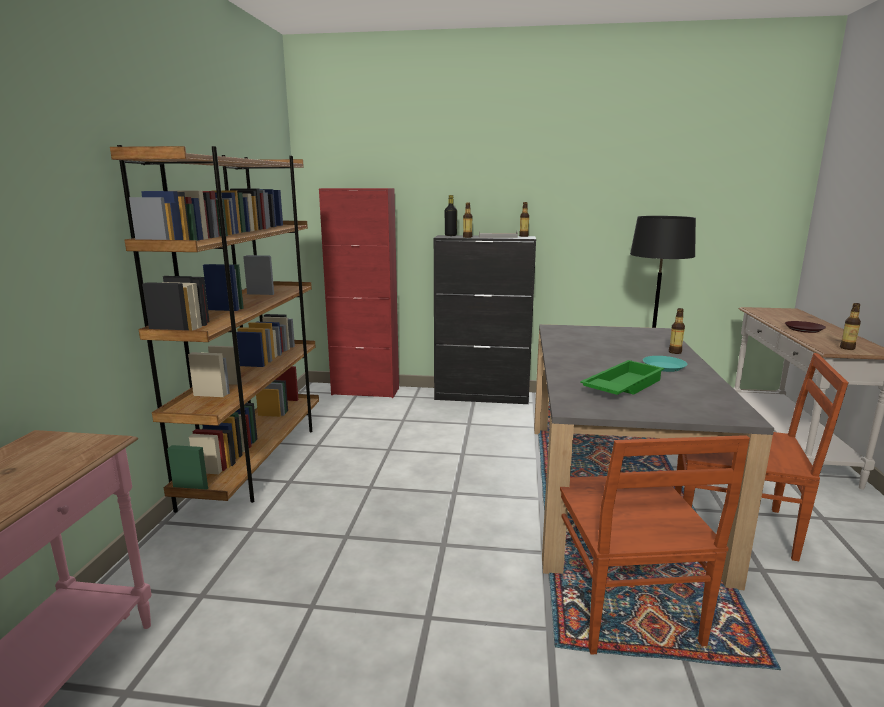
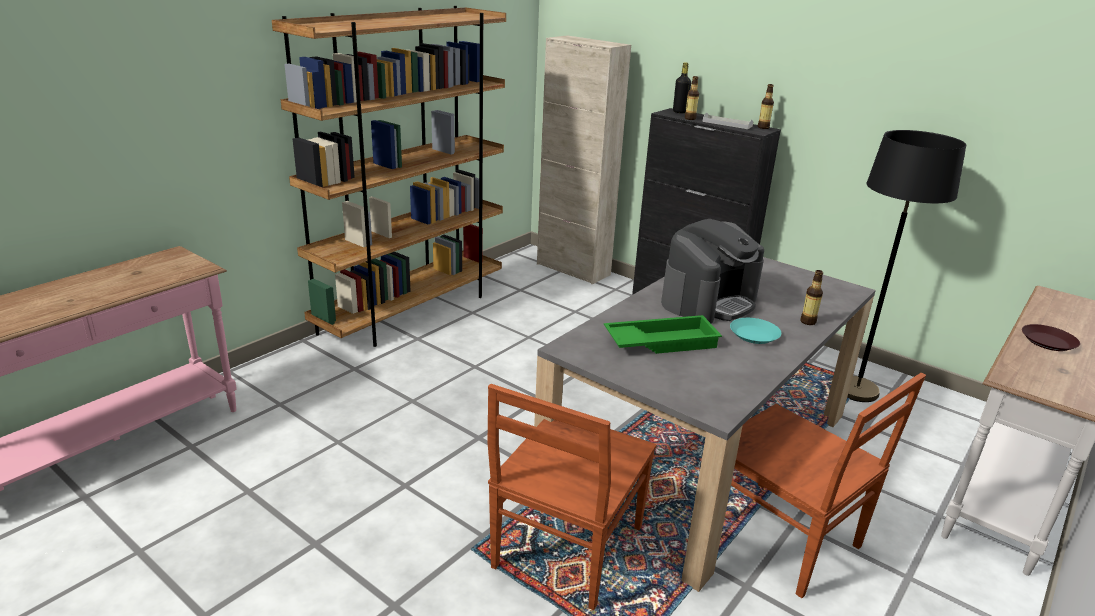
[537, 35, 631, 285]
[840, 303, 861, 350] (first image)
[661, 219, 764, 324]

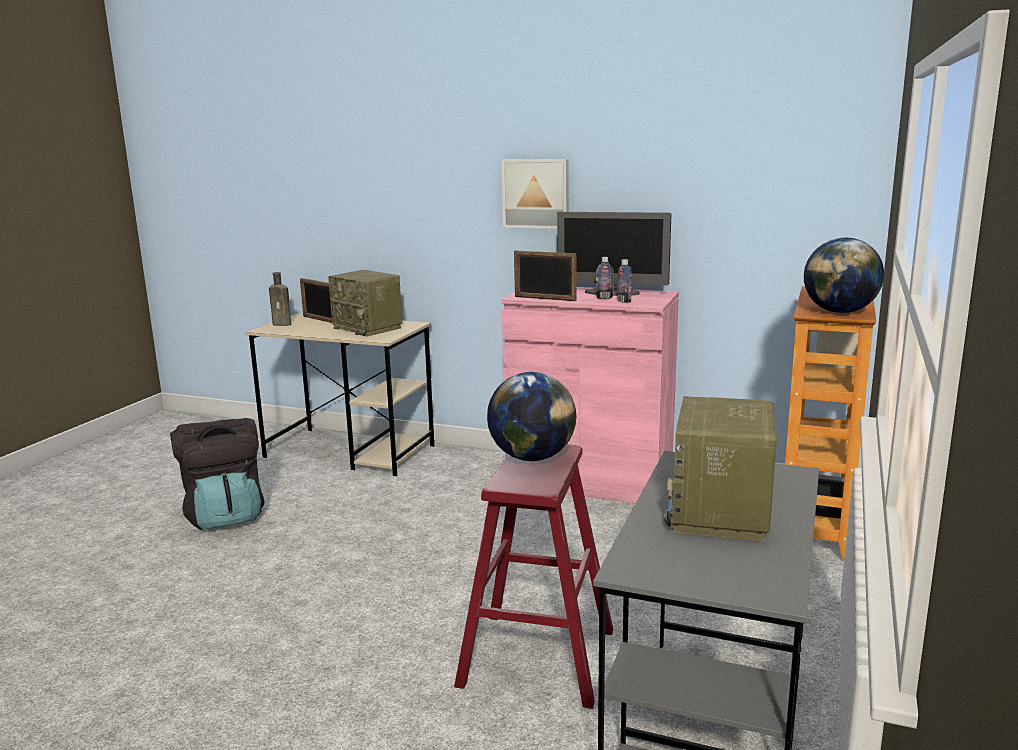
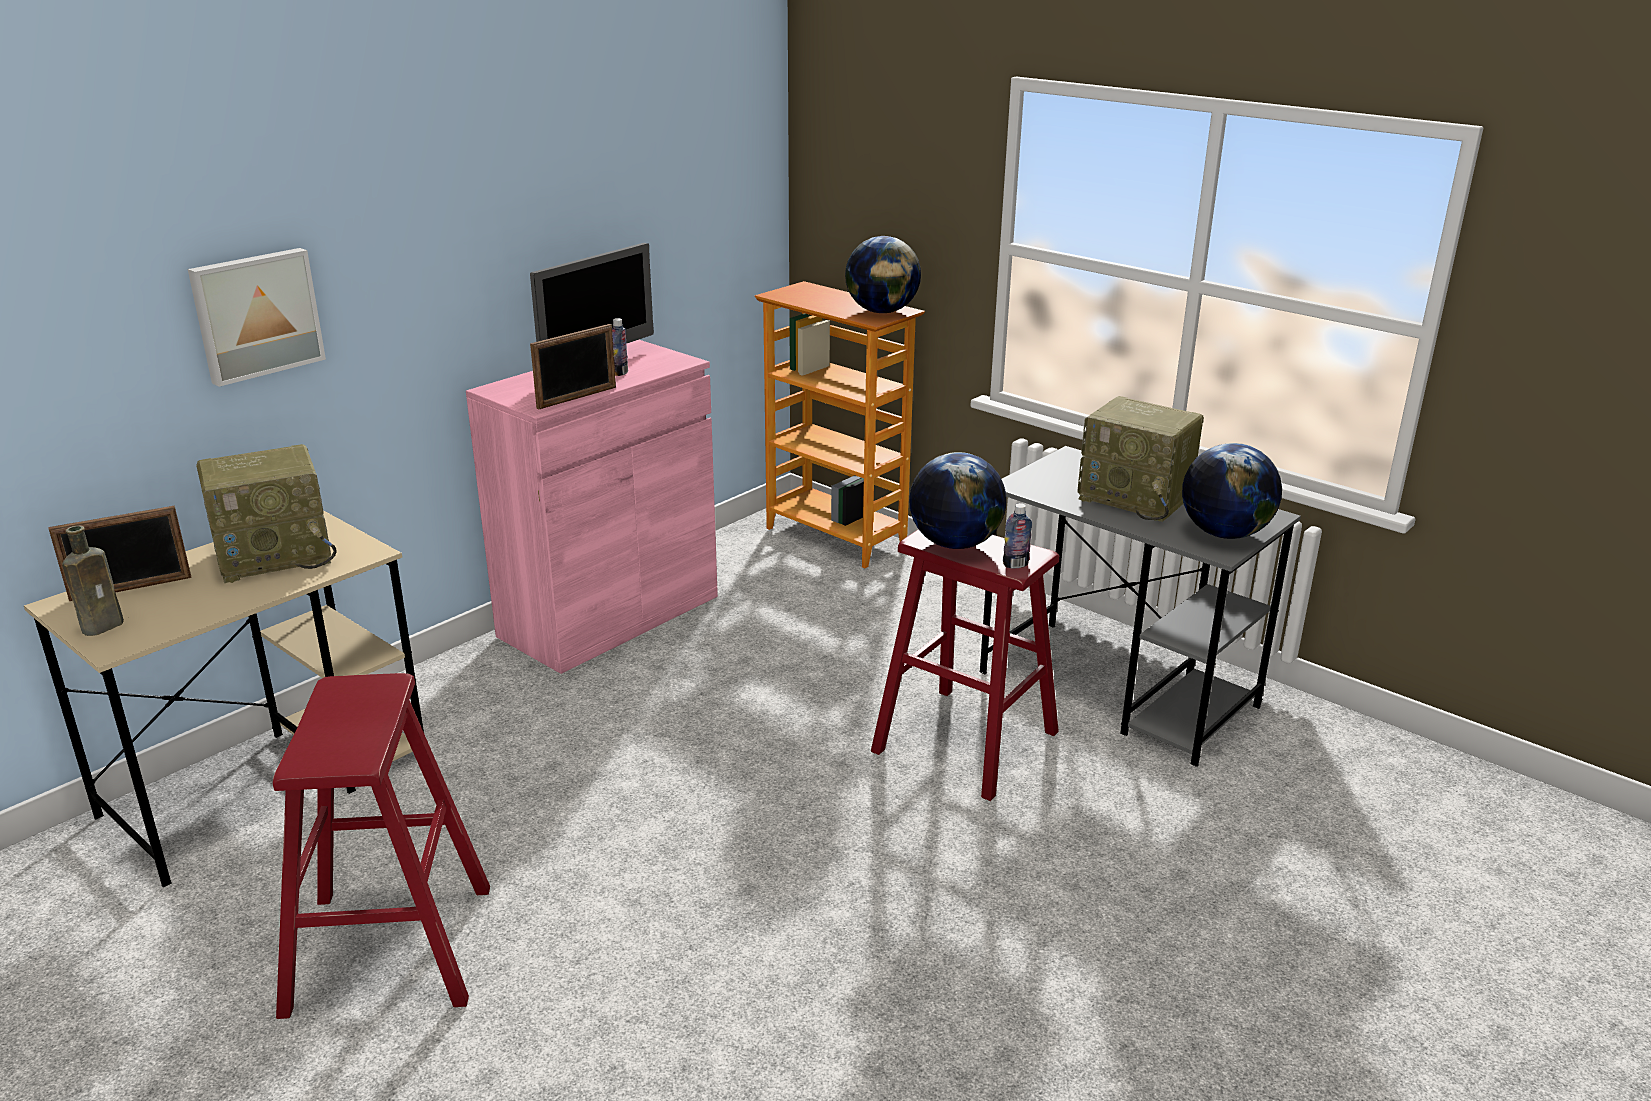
[273, 673, 490, 1019]
[188, 248, 326, 387]
[1003, 503, 1032, 568]
[1182, 443, 1282, 539]

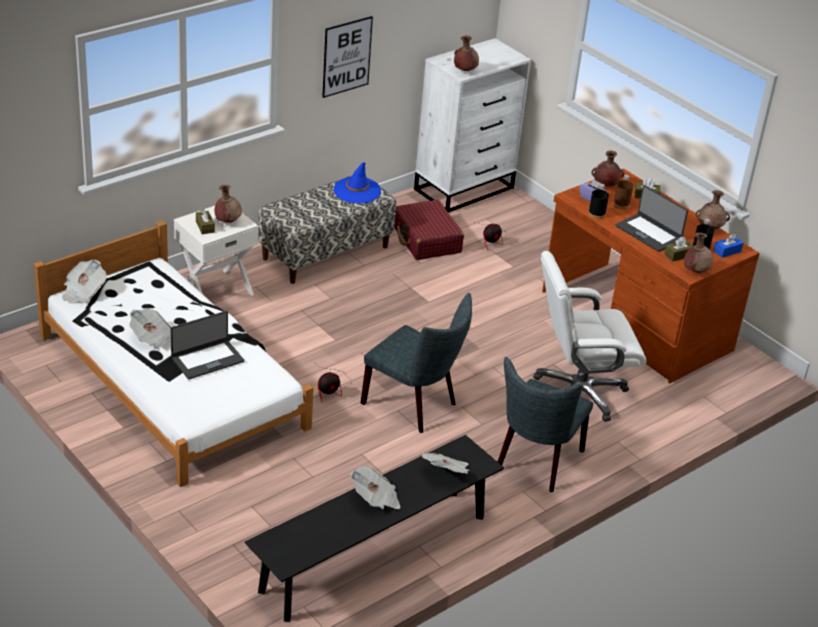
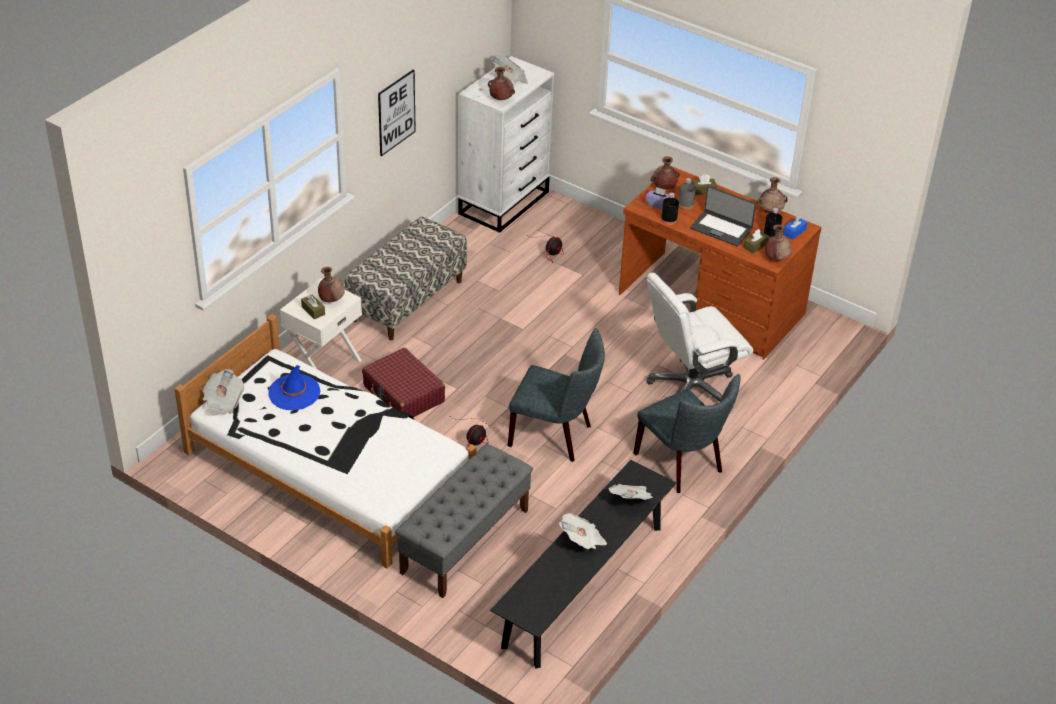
[491, 56, 528, 84]
[171, 311, 244, 379] (first image)
[268, 365, 320, 410]
[362, 348, 445, 417]
[633, 374, 741, 493]
[679, 178, 696, 210]
[395, 444, 533, 598]

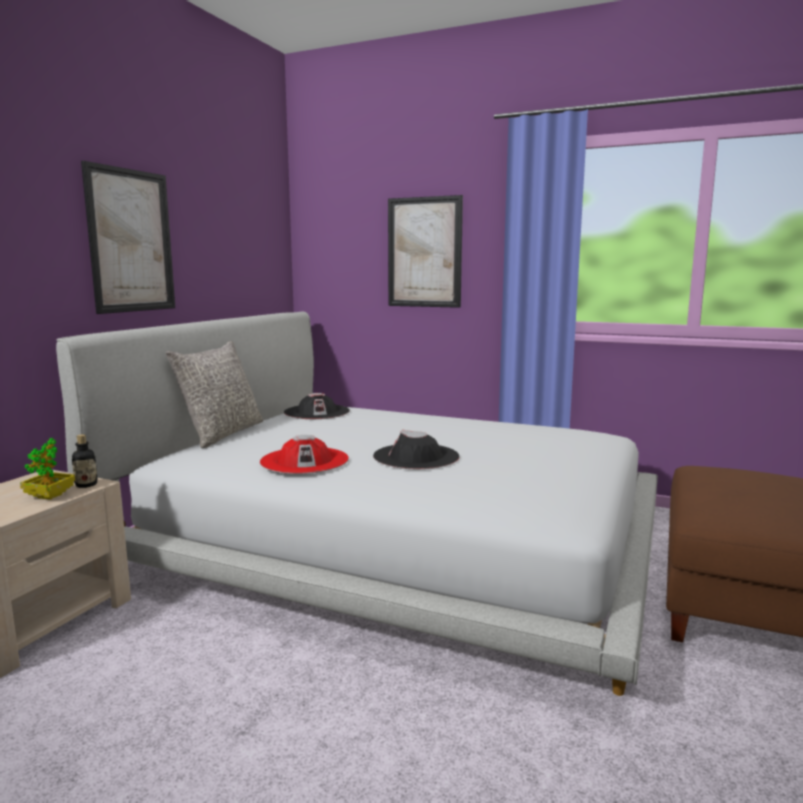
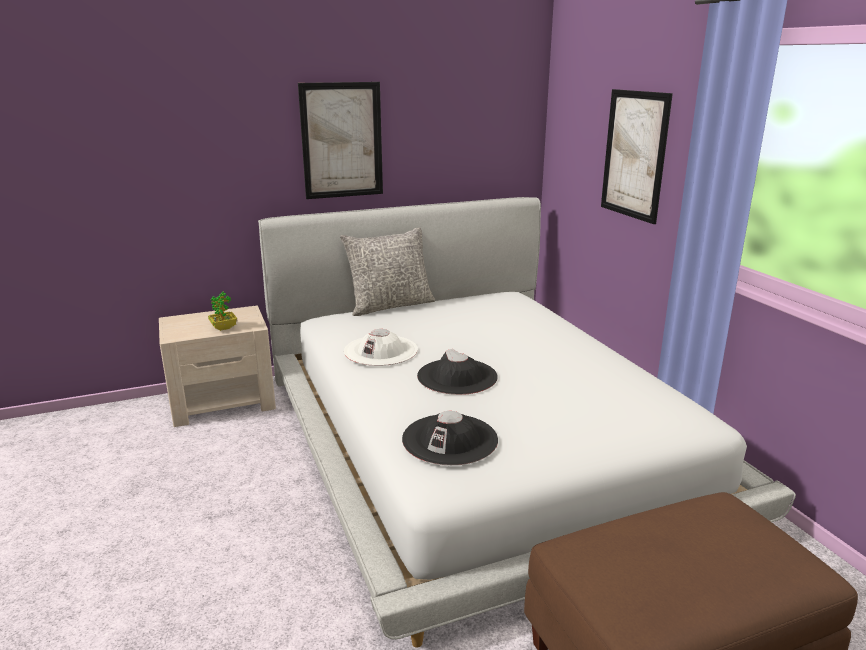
[72, 435, 98, 488] (first image)
[344, 329, 418, 366]
[402, 411, 498, 466]

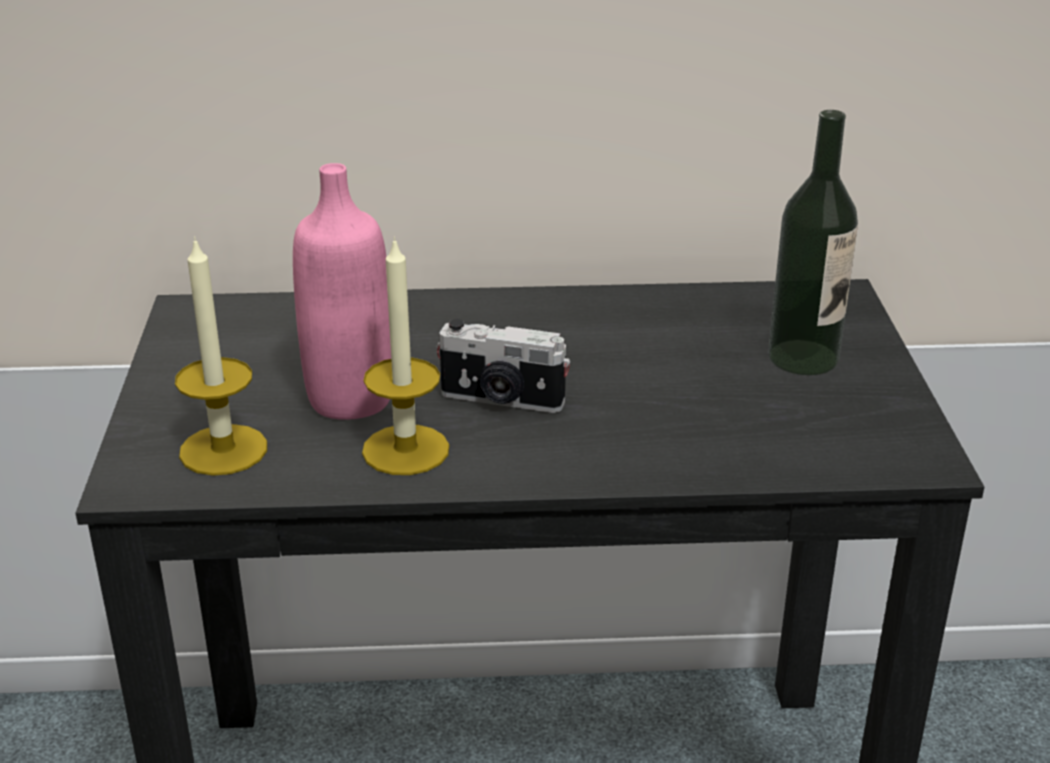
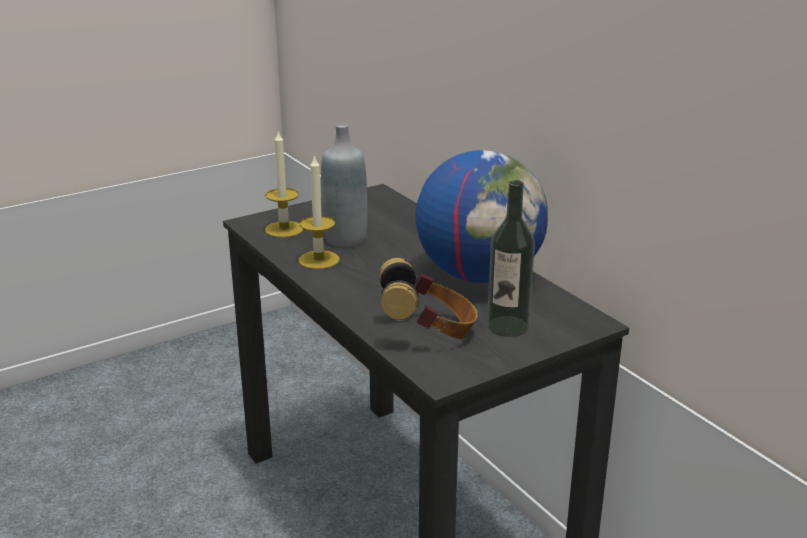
[321, 124, 367, 247]
[436, 319, 570, 413] (first image)
[380, 258, 478, 339]
[415, 150, 548, 283]

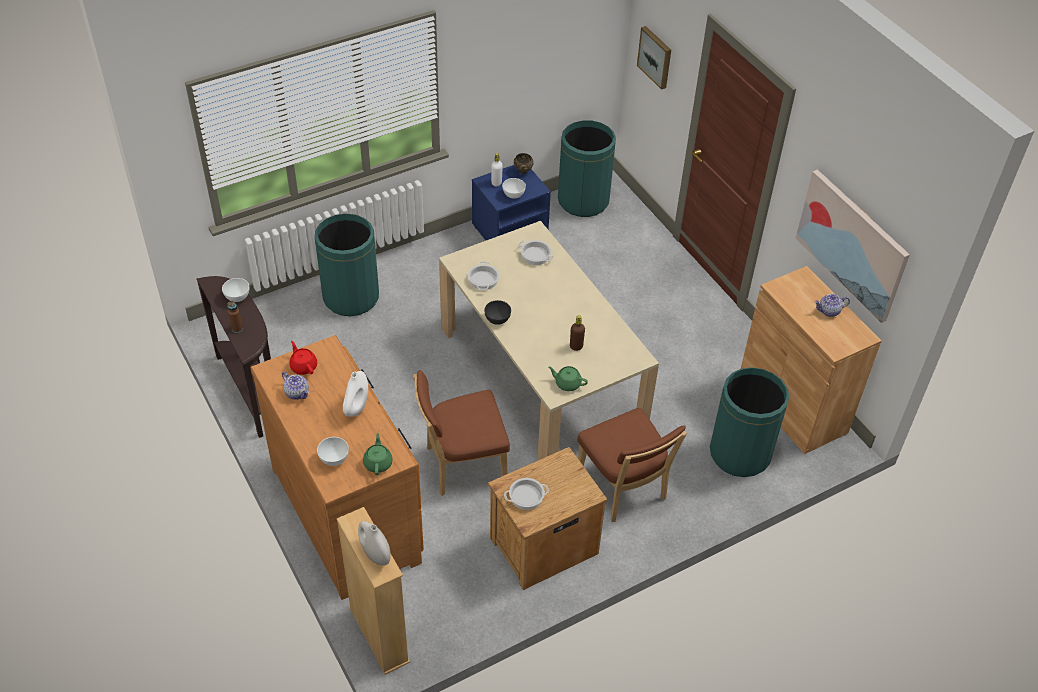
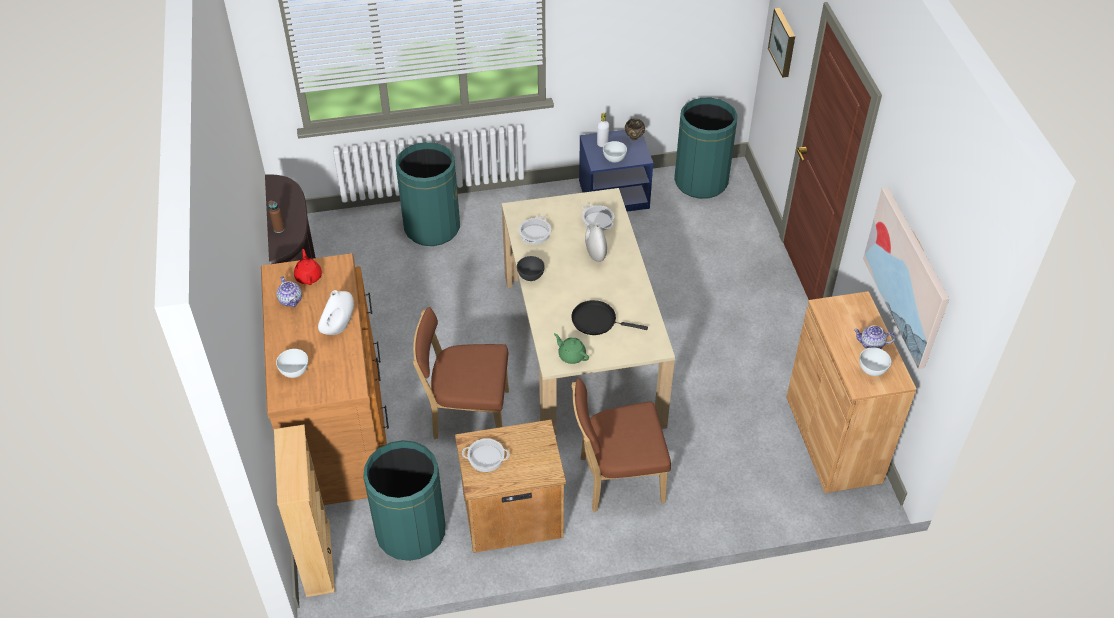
[859, 347, 891, 376]
[585, 223, 607, 262]
[363, 433, 393, 475] (first image)
[571, 300, 648, 335]
[572, 378, 671, 512]
[363, 440, 445, 561]

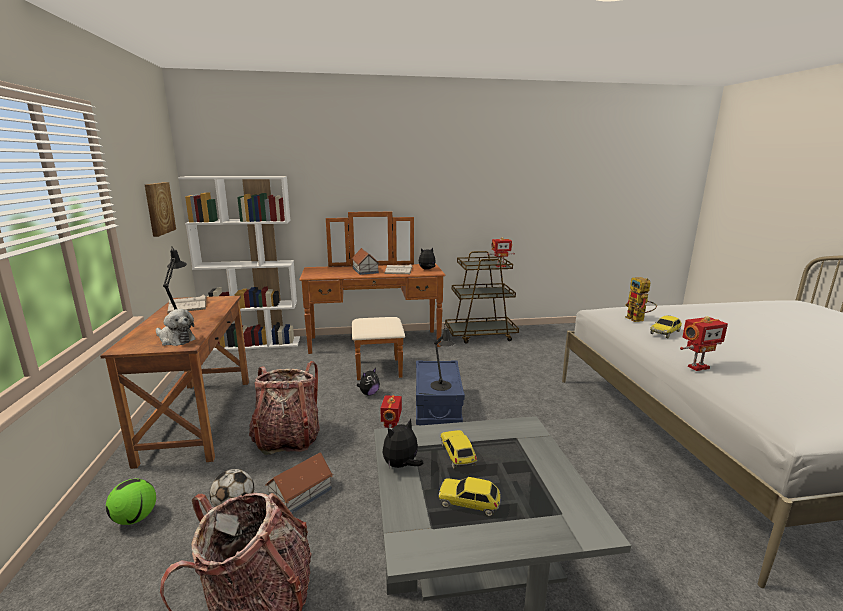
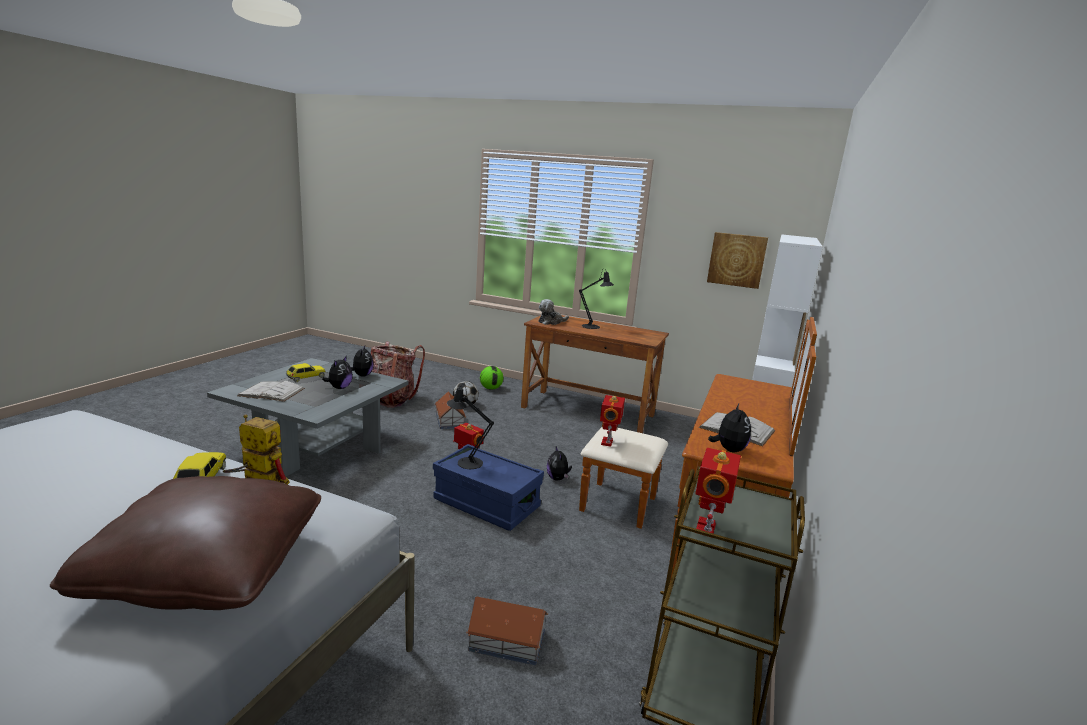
[237, 381, 305, 402]
[249, 361, 320, 455] (first image)
[466, 597, 548, 665]
[322, 356, 353, 389]
[600, 395, 625, 447]
[50, 476, 321, 610]

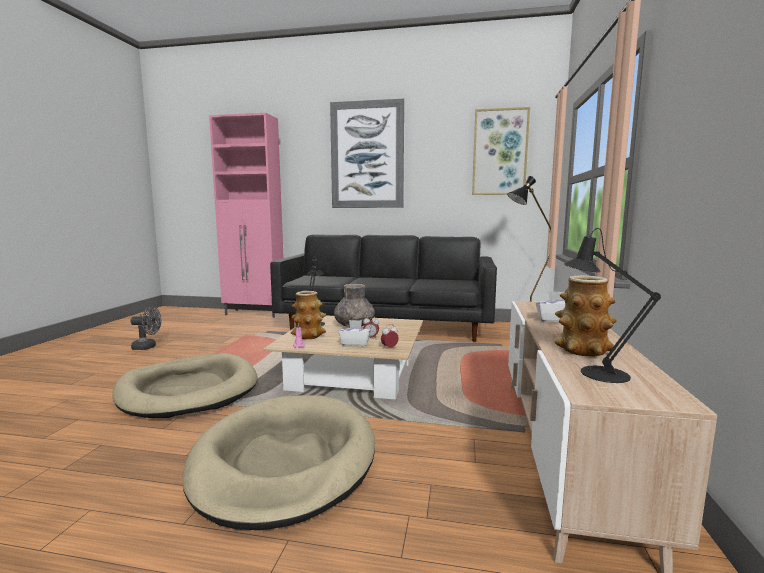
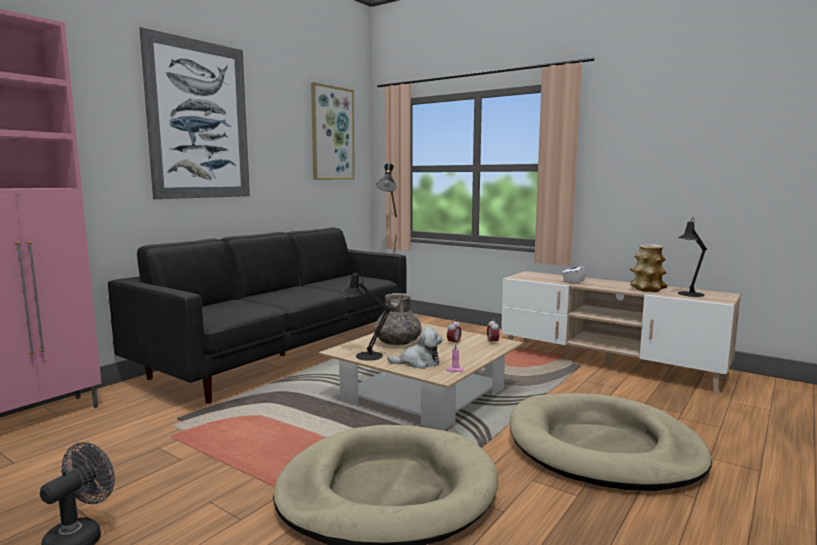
[387, 327, 443, 369]
[338, 320, 371, 346] (first image)

